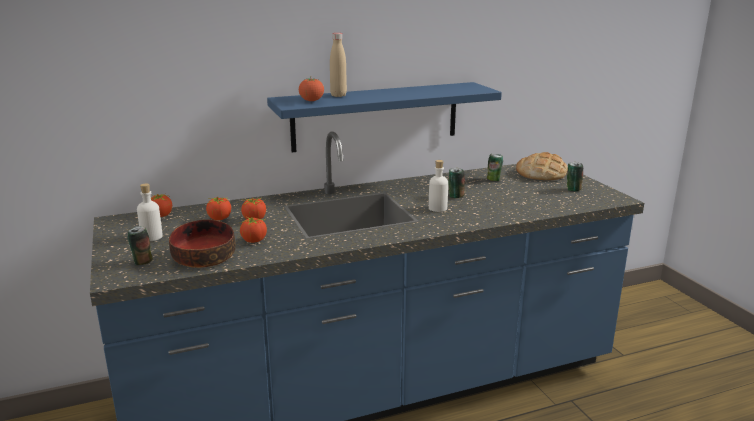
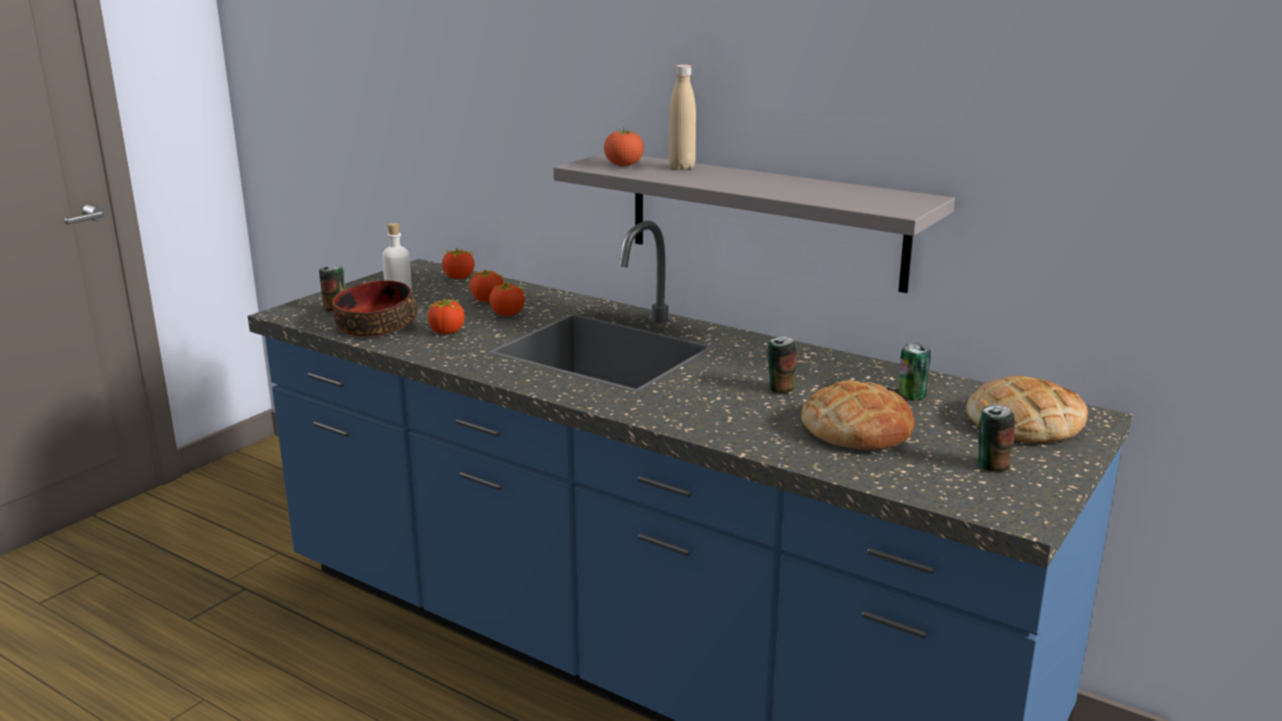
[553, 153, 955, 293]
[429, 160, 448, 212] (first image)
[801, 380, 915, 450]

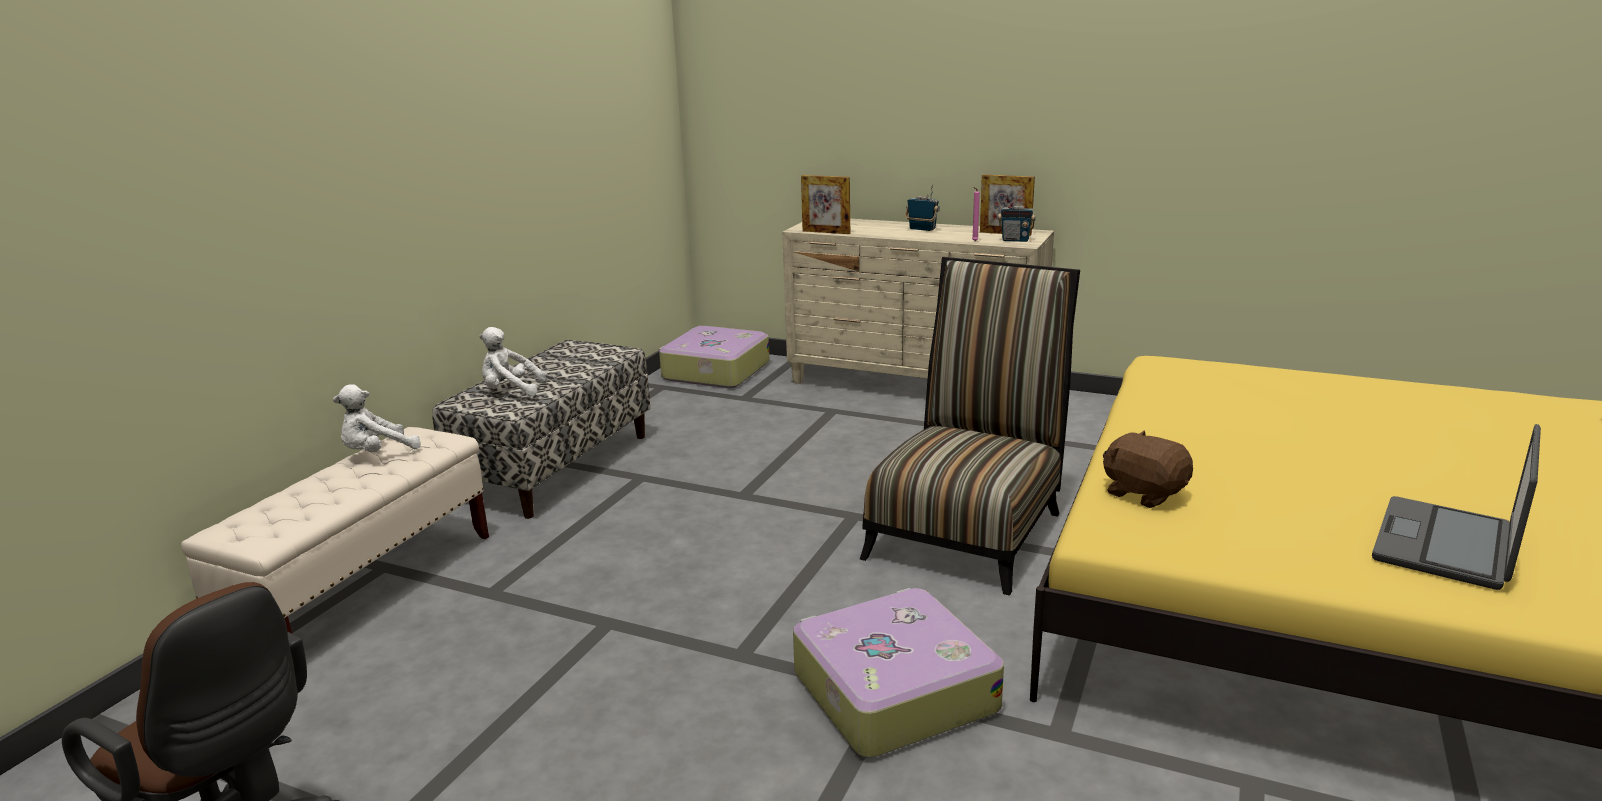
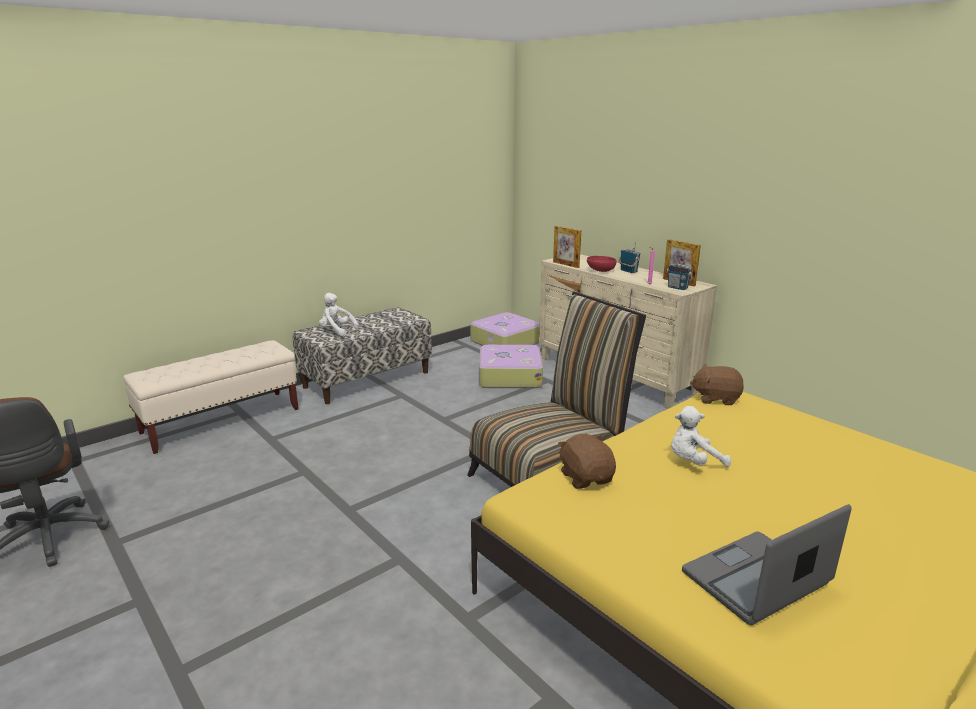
[671, 406, 731, 467]
[479, 345, 543, 388]
[587, 256, 616, 272]
[690, 364, 744, 405]

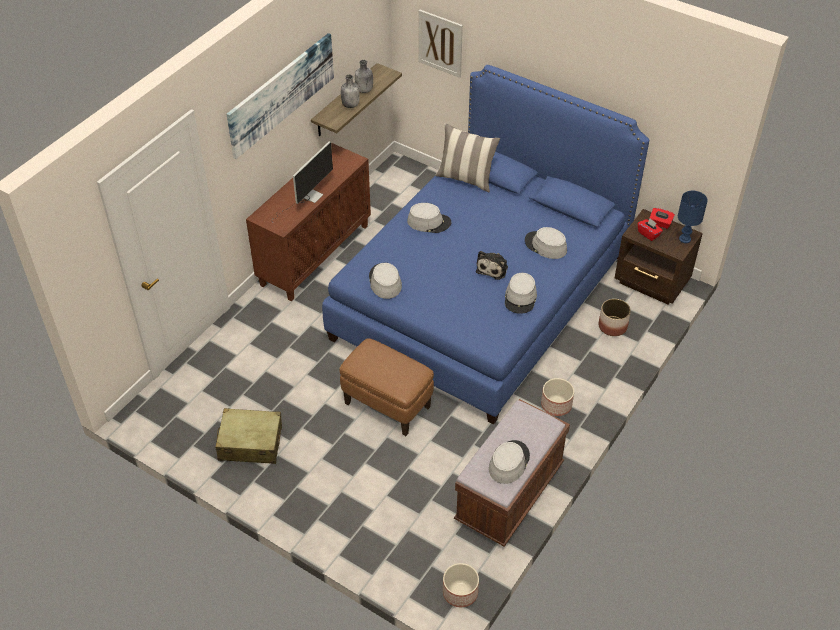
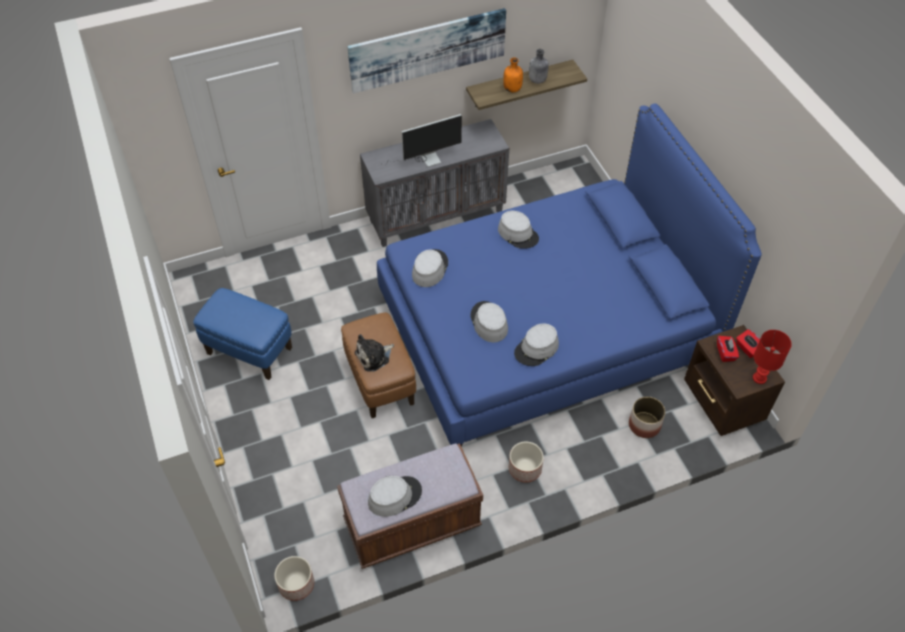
[193, 288, 292, 380]
[360, 119, 509, 247]
[503, 58, 523, 93]
[418, 9, 463, 78] (first image)
[435, 123, 500, 192] (first image)
[355, 334, 394, 372]
[471, 301, 508, 342]
[753, 330, 792, 384]

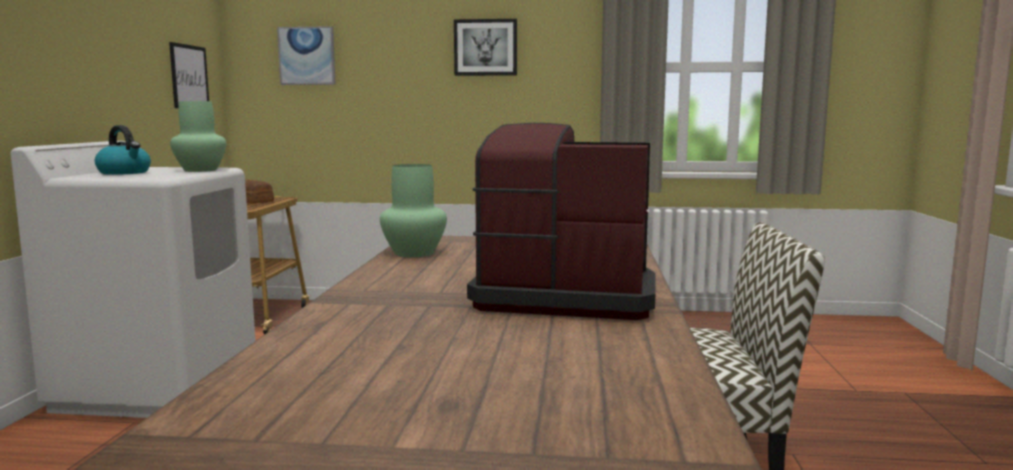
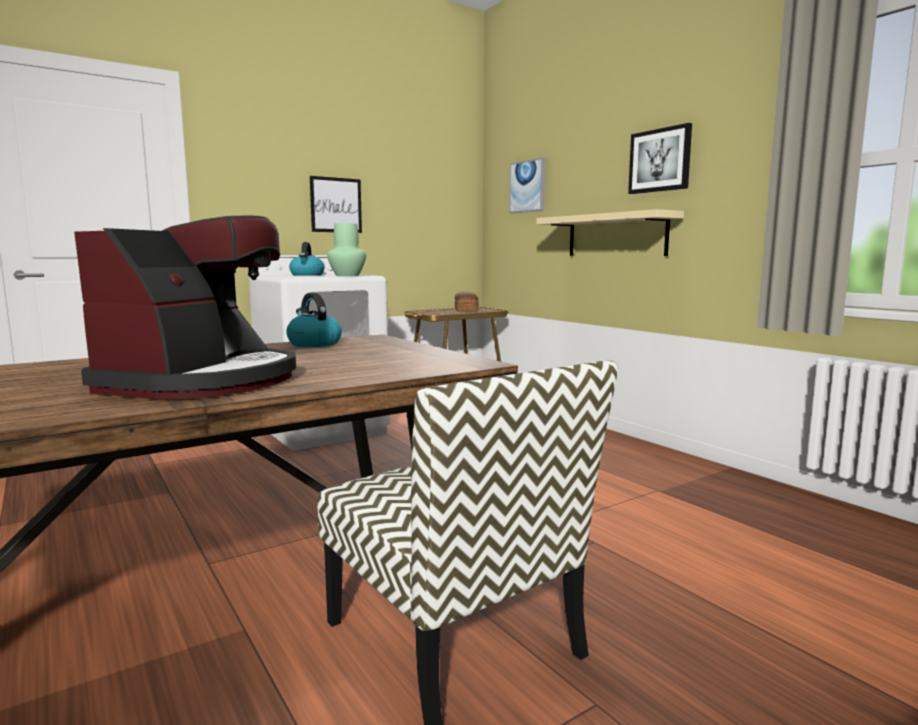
[310, 176, 362, 233]
[287, 293, 342, 347]
[74, 215, 296, 399]
[536, 209, 684, 256]

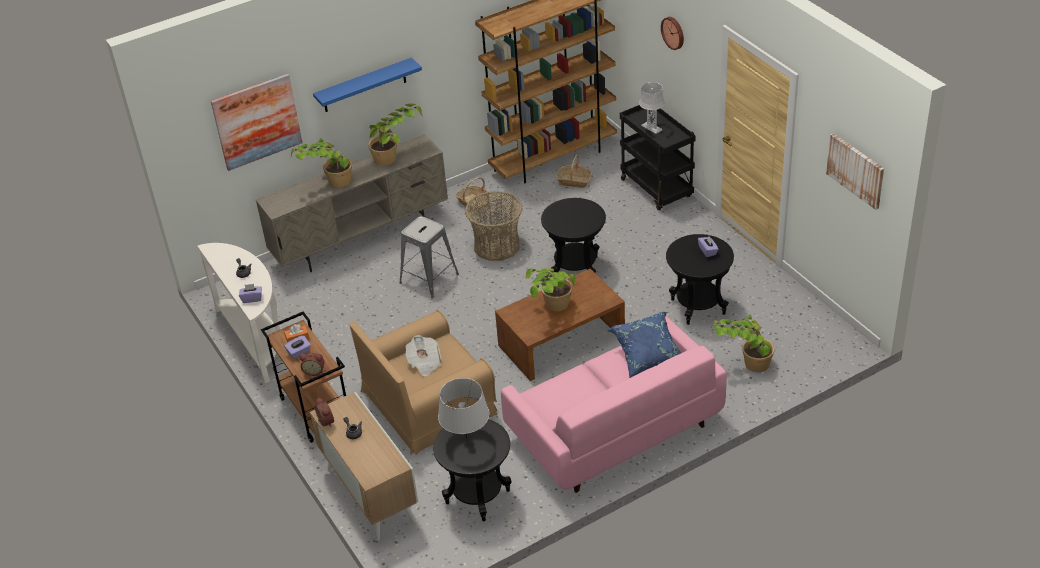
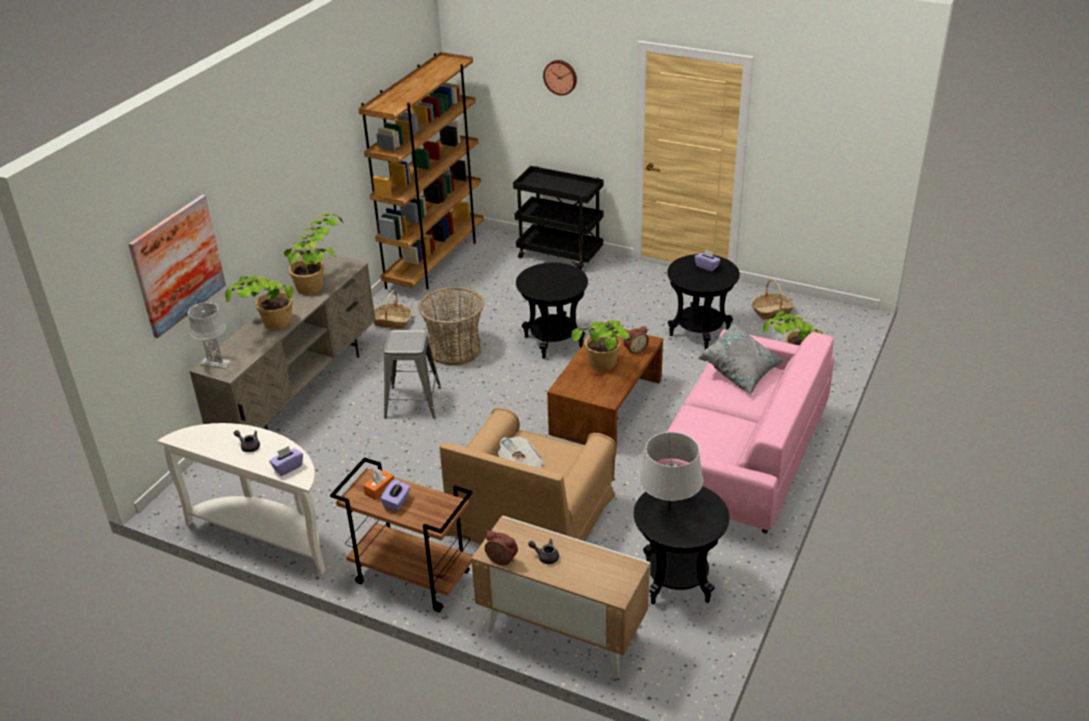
[623, 326, 649, 354]
[313, 58, 422, 112] (first image)
[751, 279, 795, 320]
[698, 323, 784, 395]
[188, 302, 231, 369]
[826, 133, 884, 210] (first image)

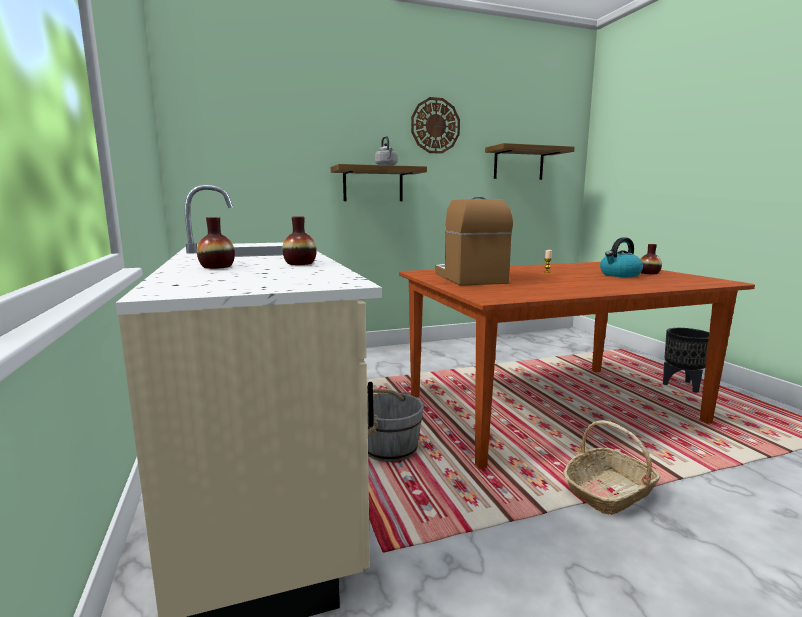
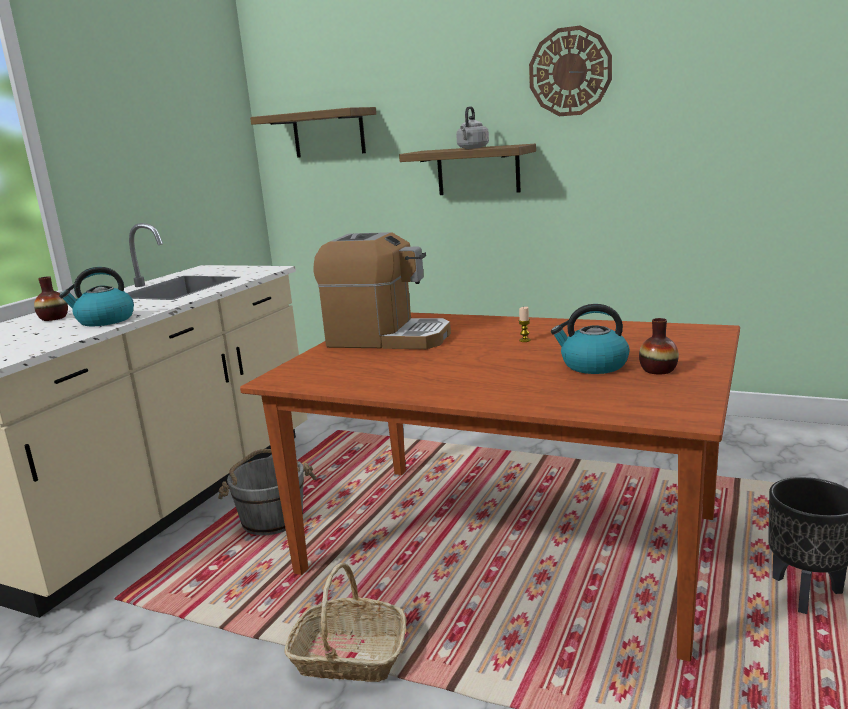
[59, 267, 134, 326]
[314, 232, 451, 349]
[250, 107, 376, 158]

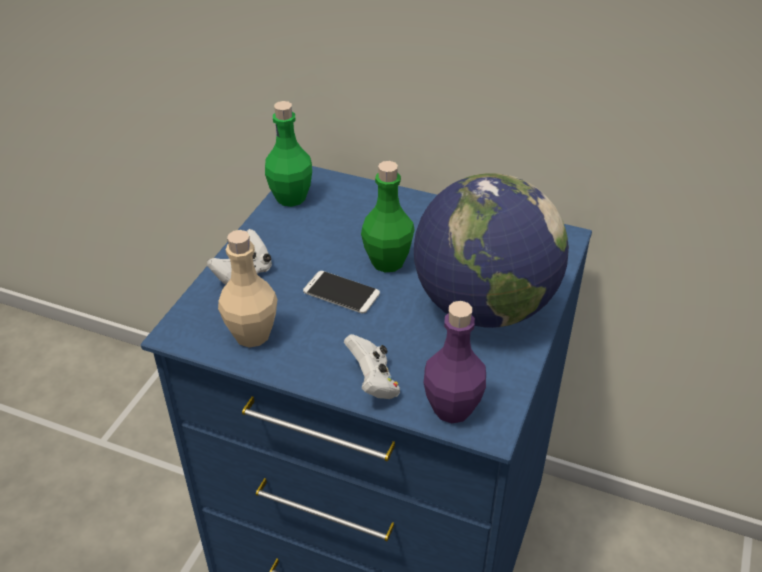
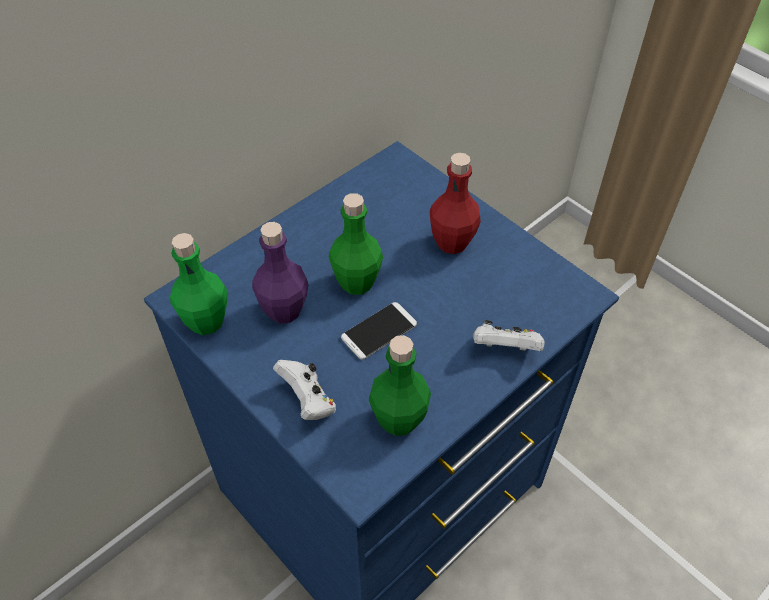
[369, 335, 431, 436]
[430, 153, 481, 254]
[252, 222, 309, 324]

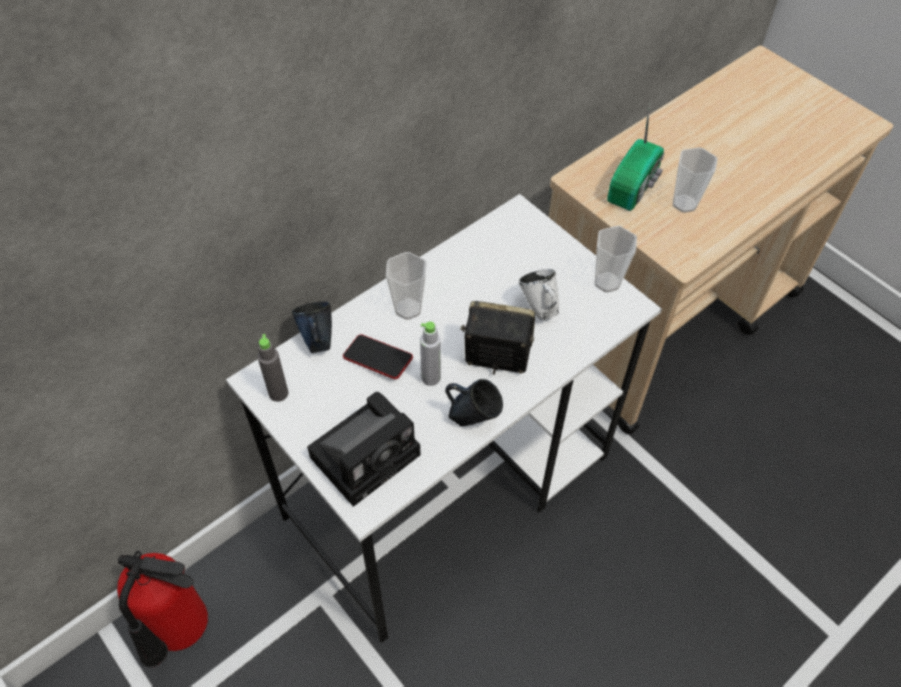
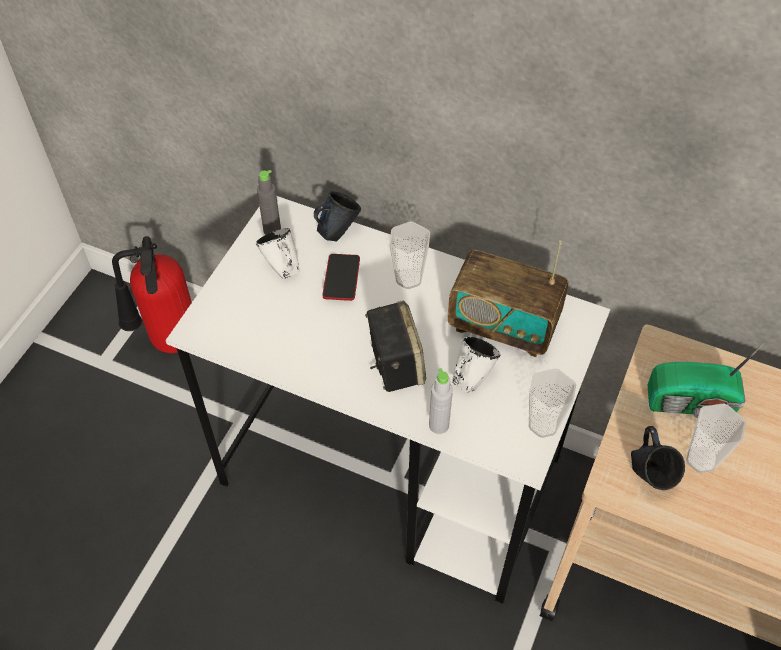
[307, 392, 421, 507] (first image)
[429, 368, 453, 434]
[631, 426, 685, 490]
[256, 228, 300, 279]
[447, 240, 569, 357]

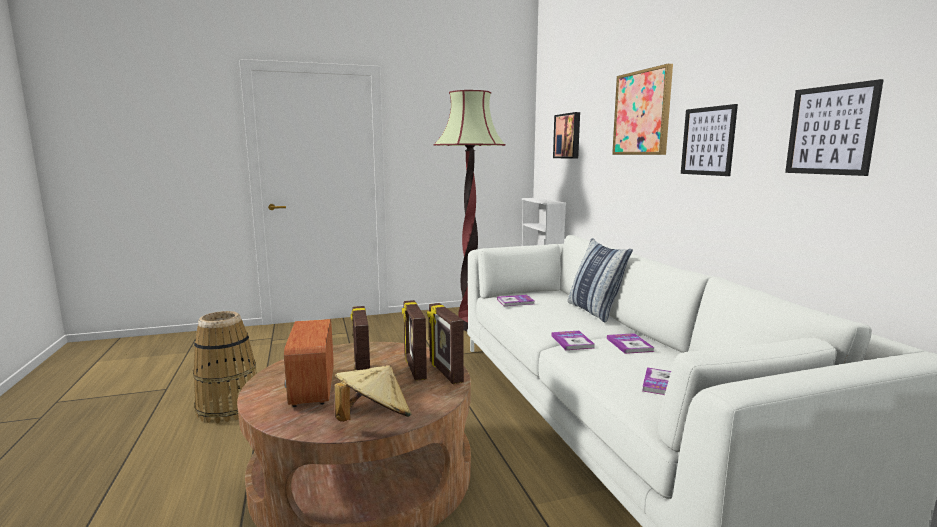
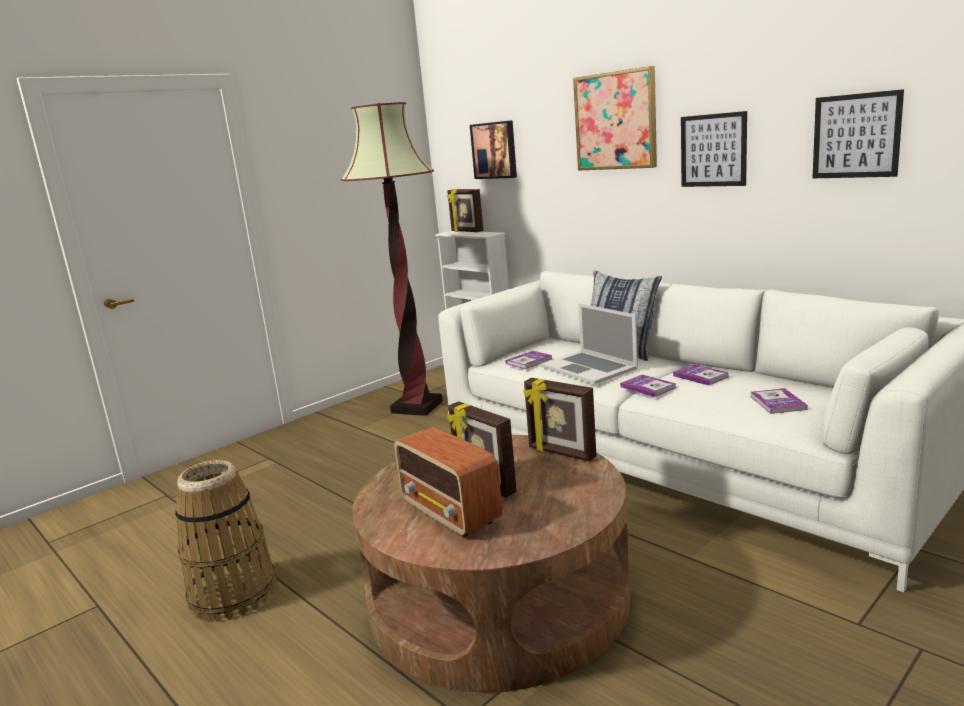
[334, 365, 412, 422] (first image)
[447, 188, 483, 232]
[540, 303, 638, 384]

